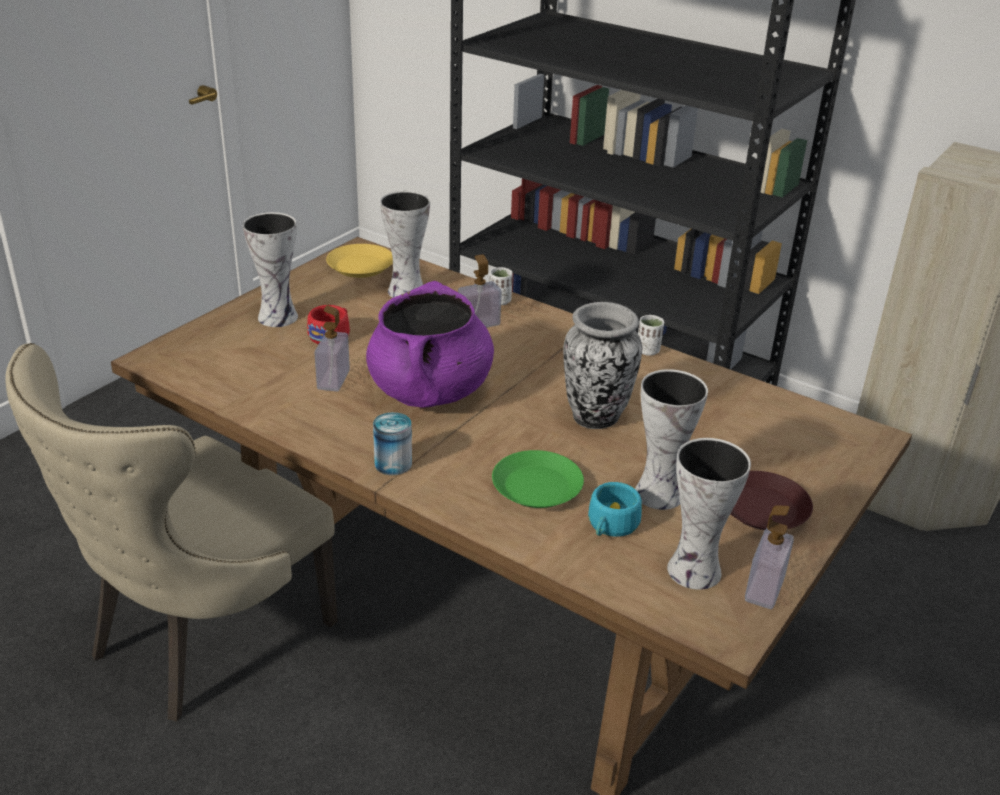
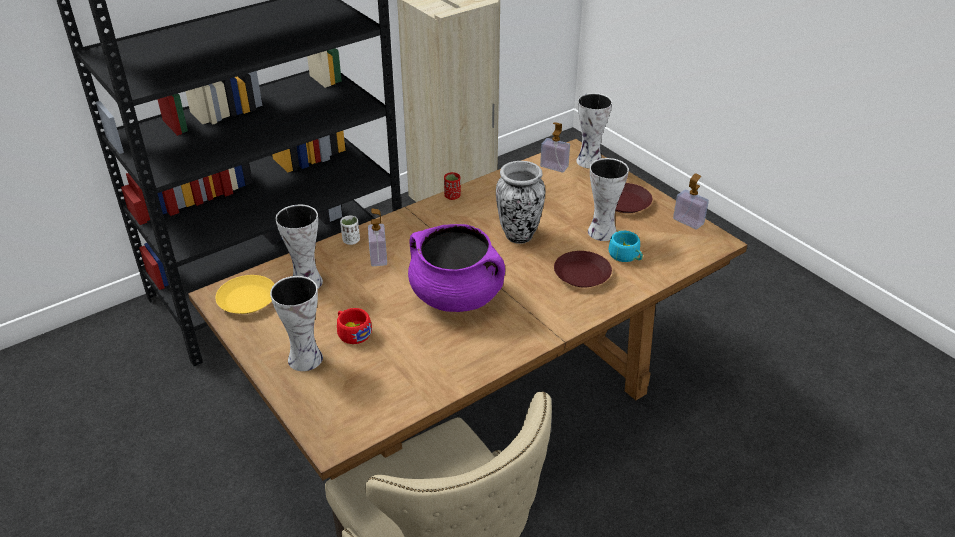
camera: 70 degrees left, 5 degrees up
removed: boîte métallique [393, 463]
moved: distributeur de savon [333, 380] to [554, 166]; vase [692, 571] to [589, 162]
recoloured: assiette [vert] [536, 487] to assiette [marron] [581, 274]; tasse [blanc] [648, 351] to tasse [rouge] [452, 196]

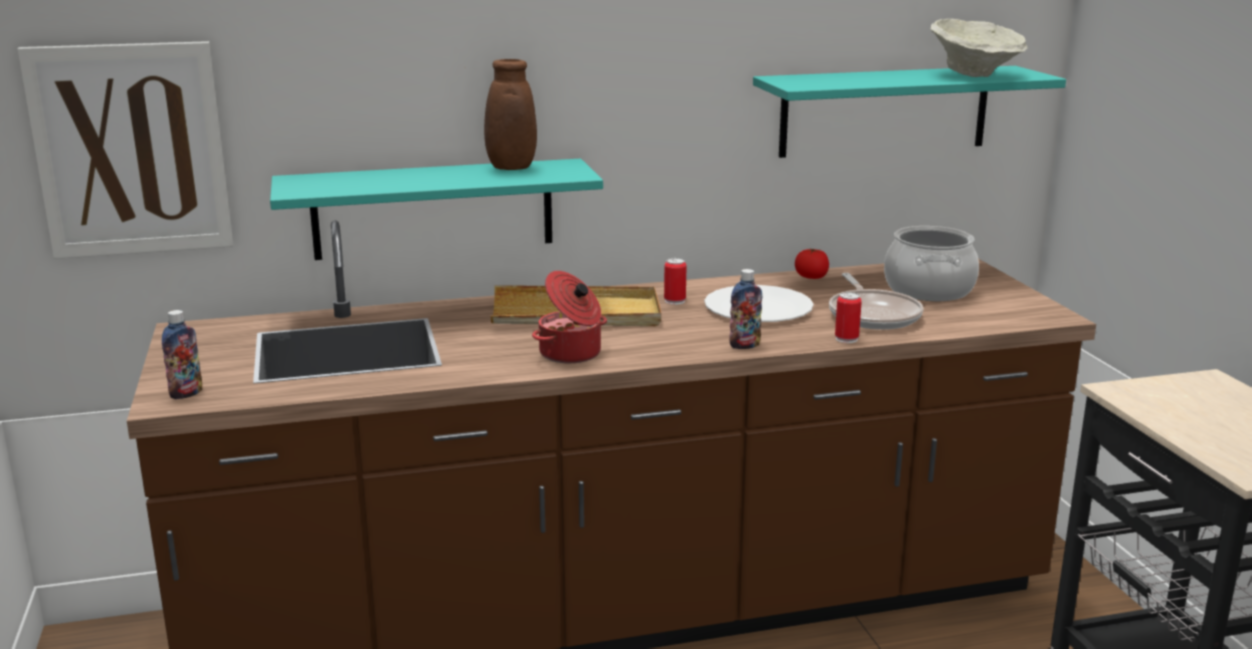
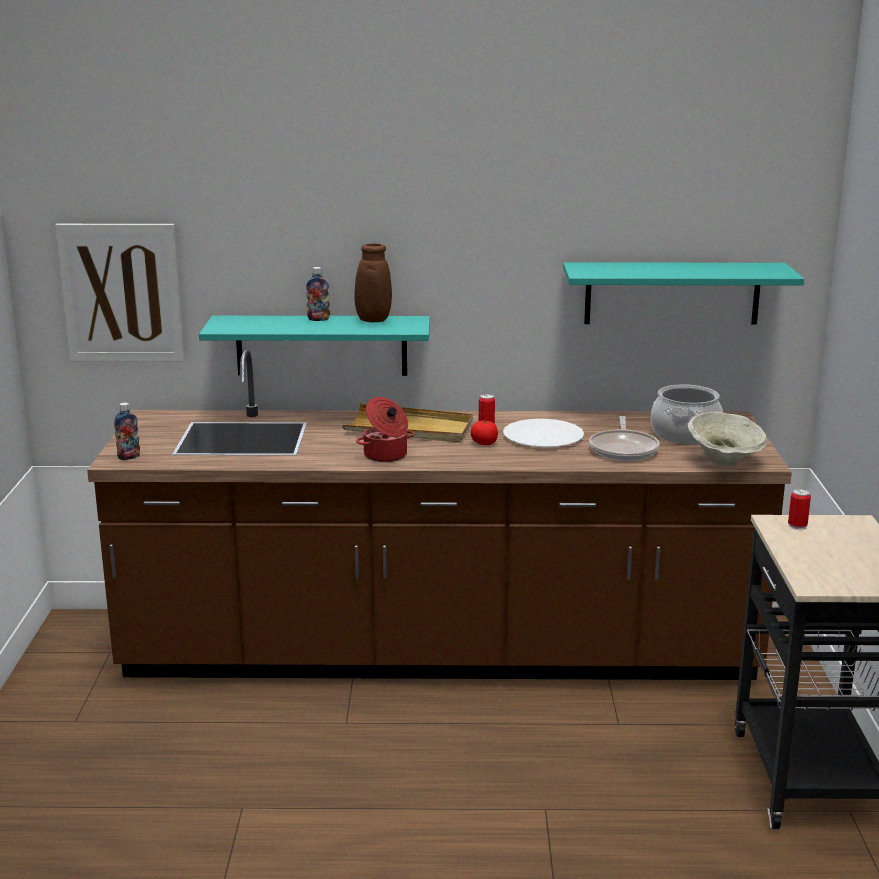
camera: 15 degrees right, 0 degrees up
moved: bouteille [744, 345] to [318, 319]; tomate [811, 277] to [484, 443]; boîte métallique [846, 339] to [797, 526]; bol [beige] [974, 75] to [724, 462]

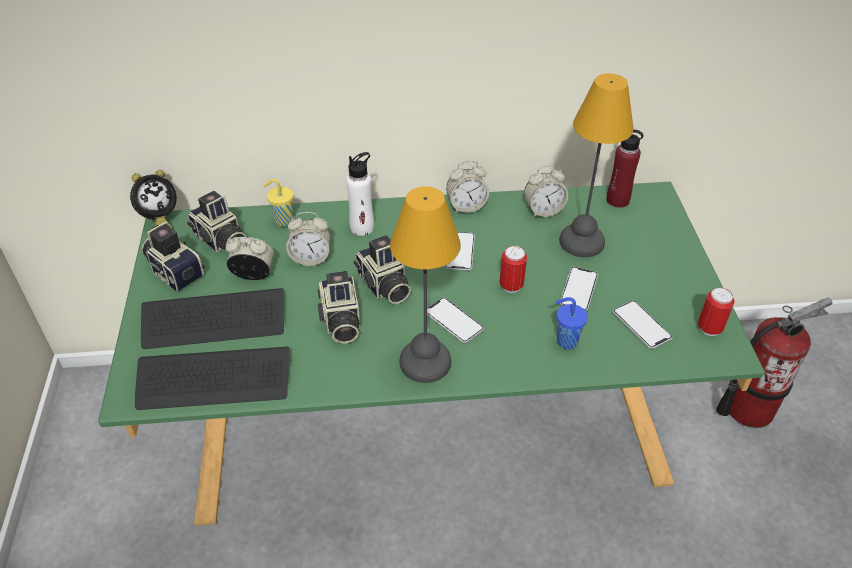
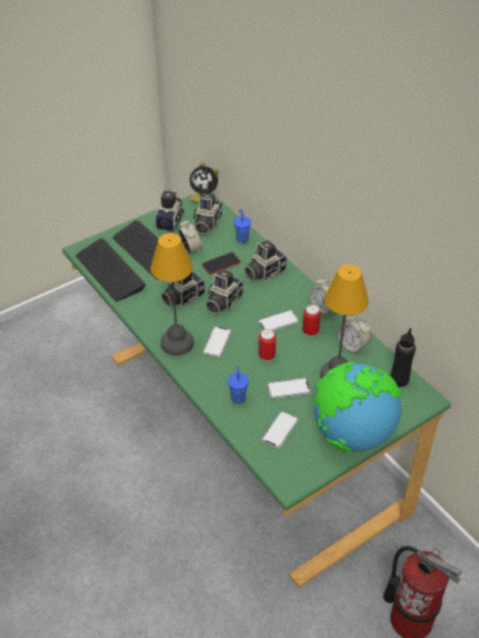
camera: 60 degrees right, 0 degrees up
added: globe [351, 434]
moved: boîte métallique [709, 328] to [310, 331]
replaced: réveil [311, 258] to téléphone [221, 264]; bouteille [blanc] [362, 227] to appareil photo [264, 272]
recoloured: tasse [jaune] [283, 221] to tasse [bleu] [242, 239]; bouteille [rouge] [617, 200] to bouteille [noir] [399, 380]

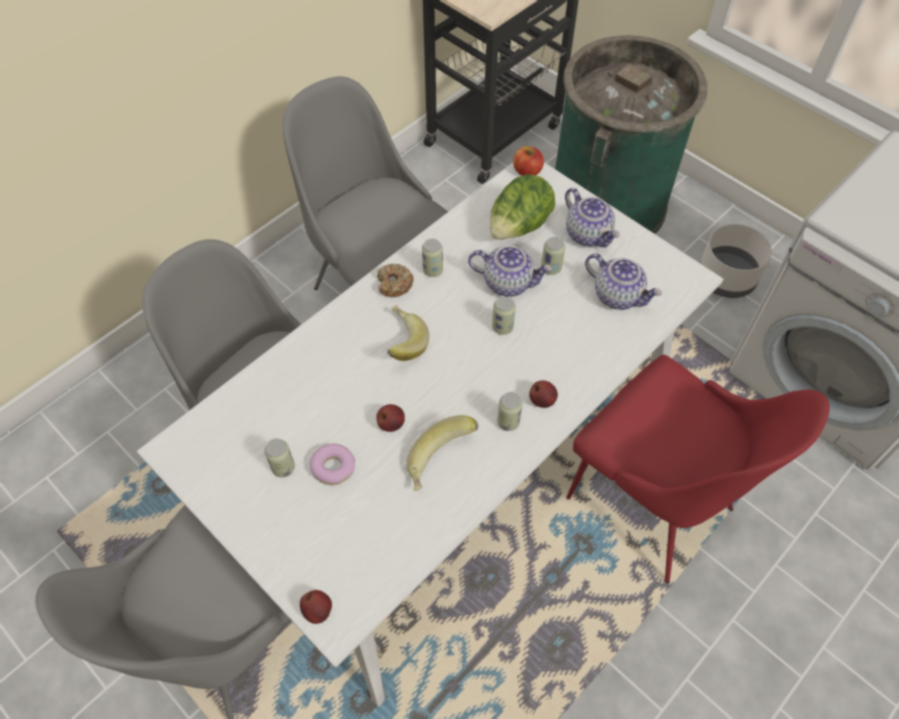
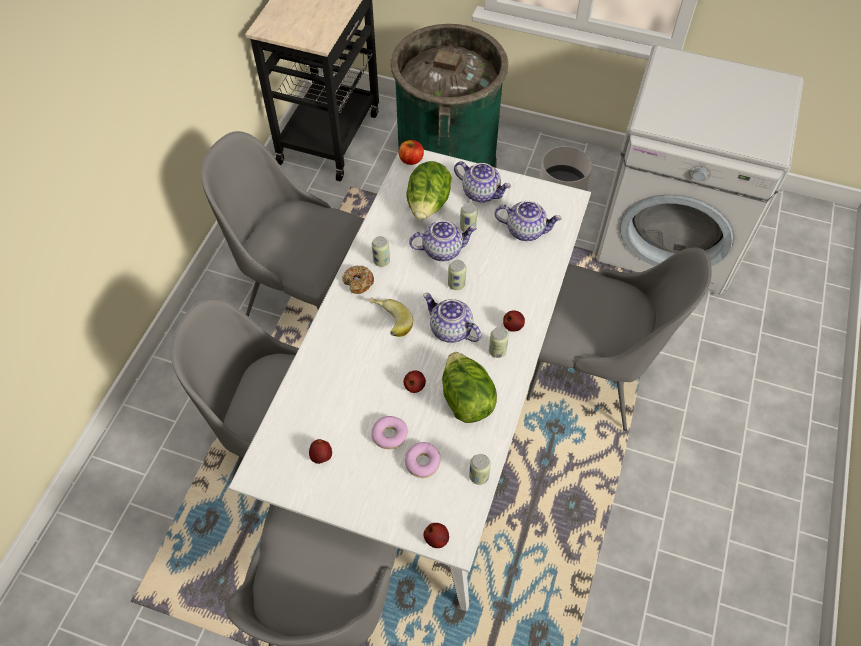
camera: 25 degrees left, 0 degrees up
added: pomme [321, 456]; beignet [422, 462]; théière [450, 329]
moved: boîte métallique [283, 467] to [478, 476]
replaced: banane [441, 463] to laitue [466, 399]
recoloured: chaise [rouge] [651, 503] to chaise [gris] [588, 378]

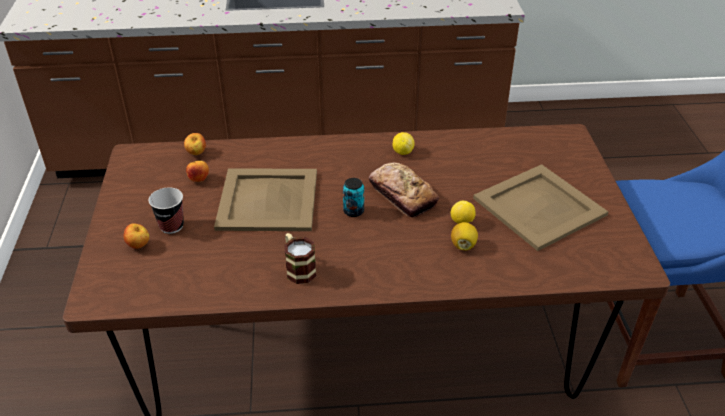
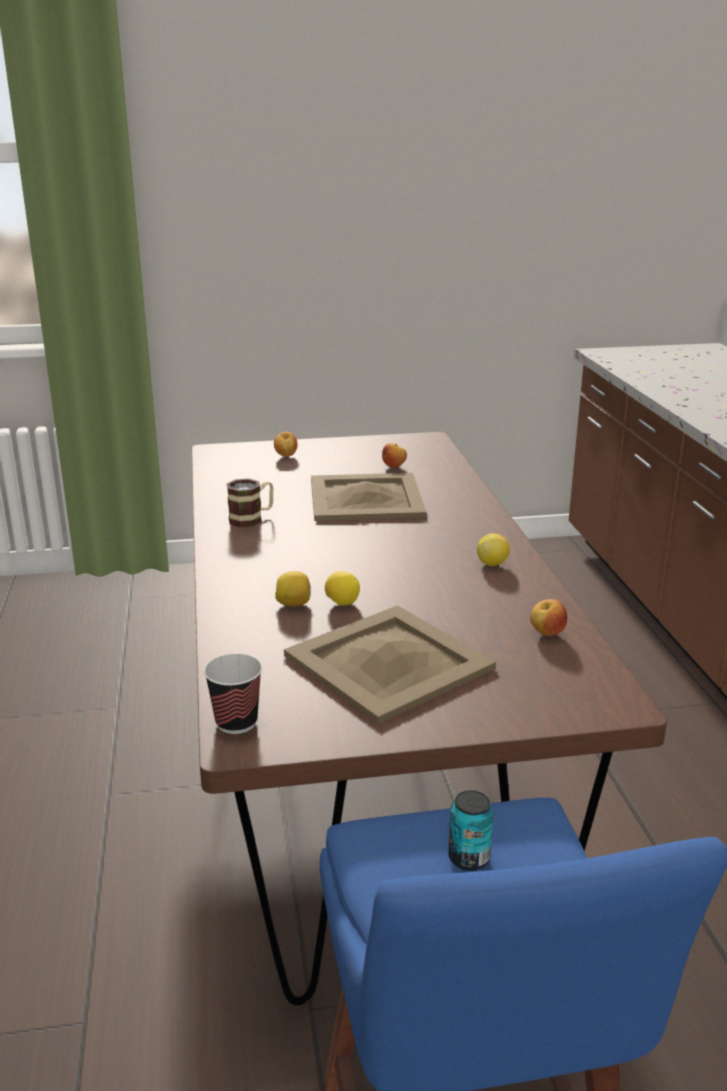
camera: 85 degrees right, 15 degrees down
removed: pain [402, 195]
moved: tasse [171, 226] to [236, 722]; pomme [196, 153] to [546, 633]; boîte métallique [353, 211] to [469, 858]

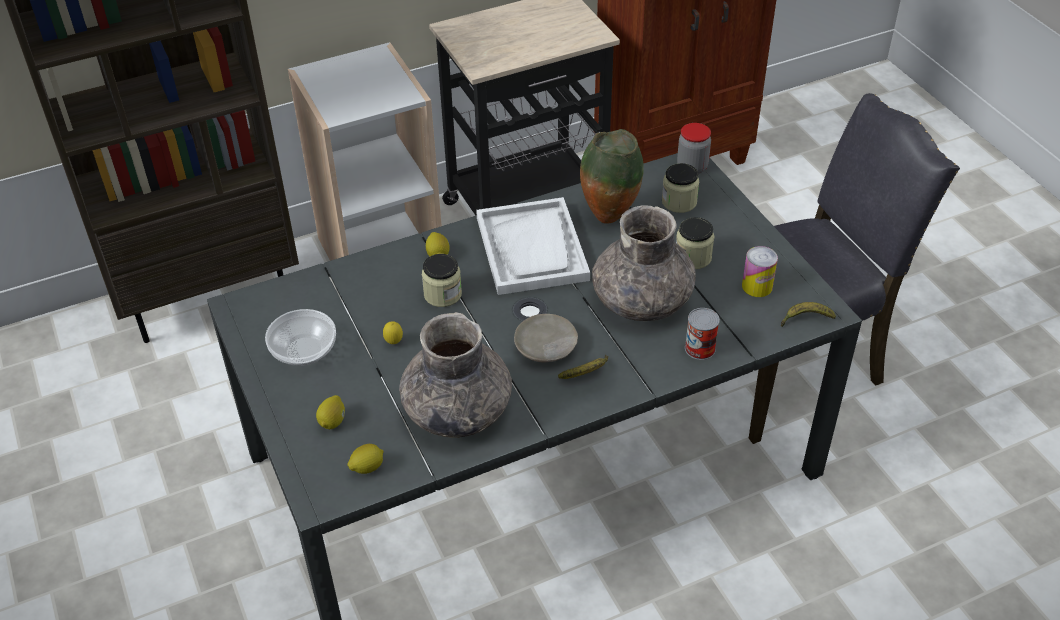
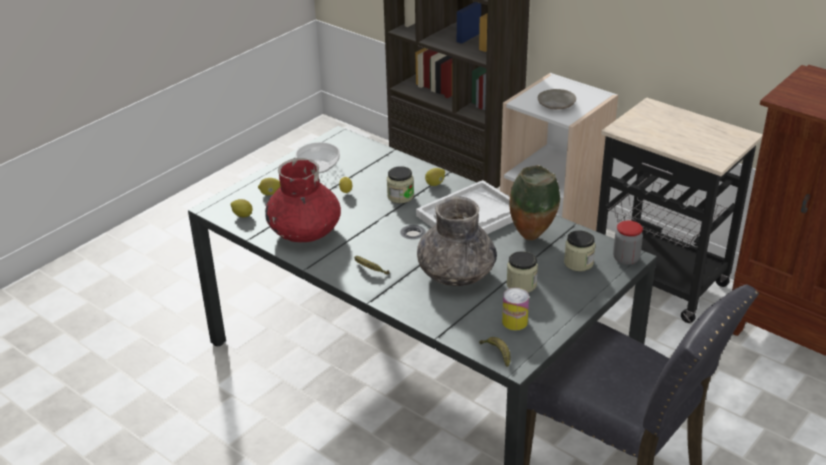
camera: 65 degrees right, 10 degrees down
removed: boîte métallique [700, 348]
moved: assiette [beige] [545, 346] to [556, 105]
recoloured: vase [gris] [457, 410] to vase [rouge] [305, 231]

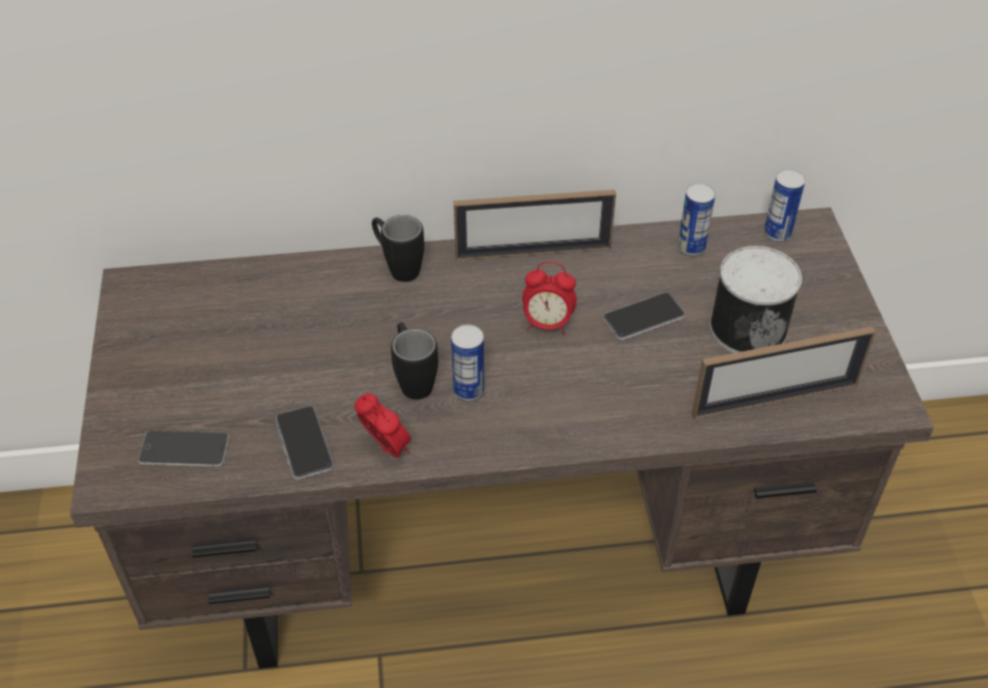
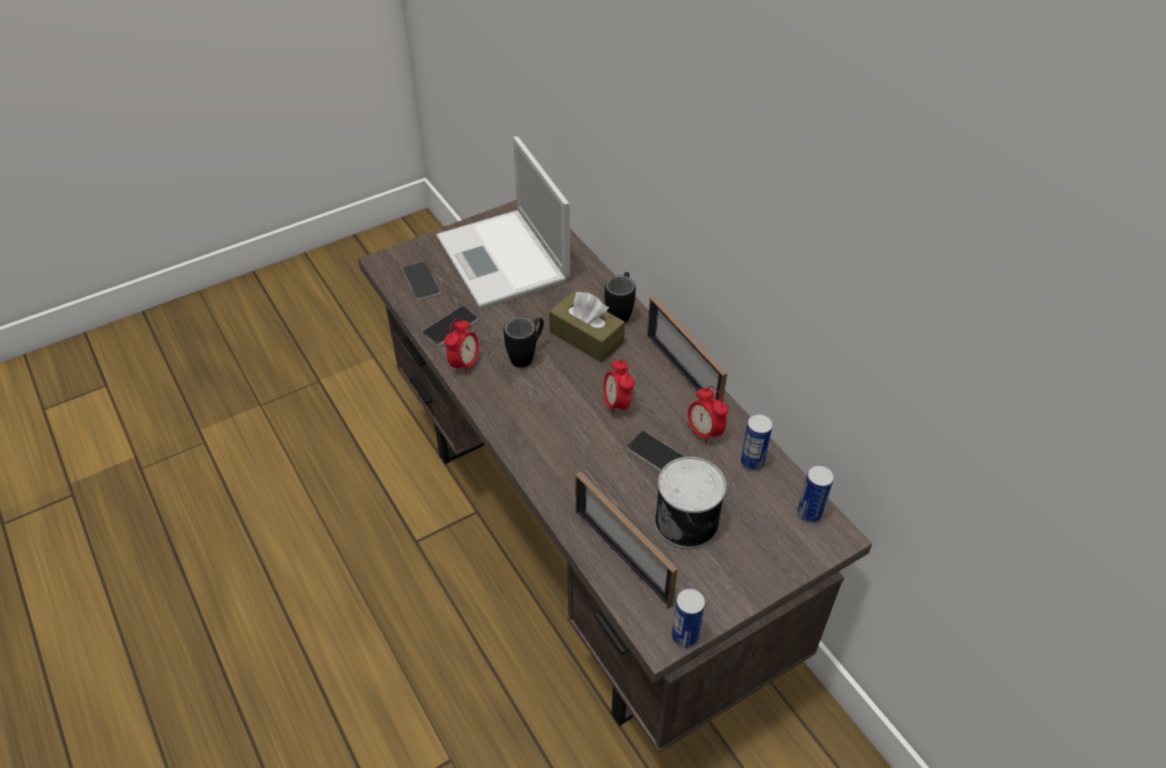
camera: 65 degrees right, 0 degrees up
added: ordinateur portable [504, 260]; boîte à mouchoirs [marron] [586, 337]; réveil [704, 432]
moved: boîte métallique [468, 391] to [684, 636]

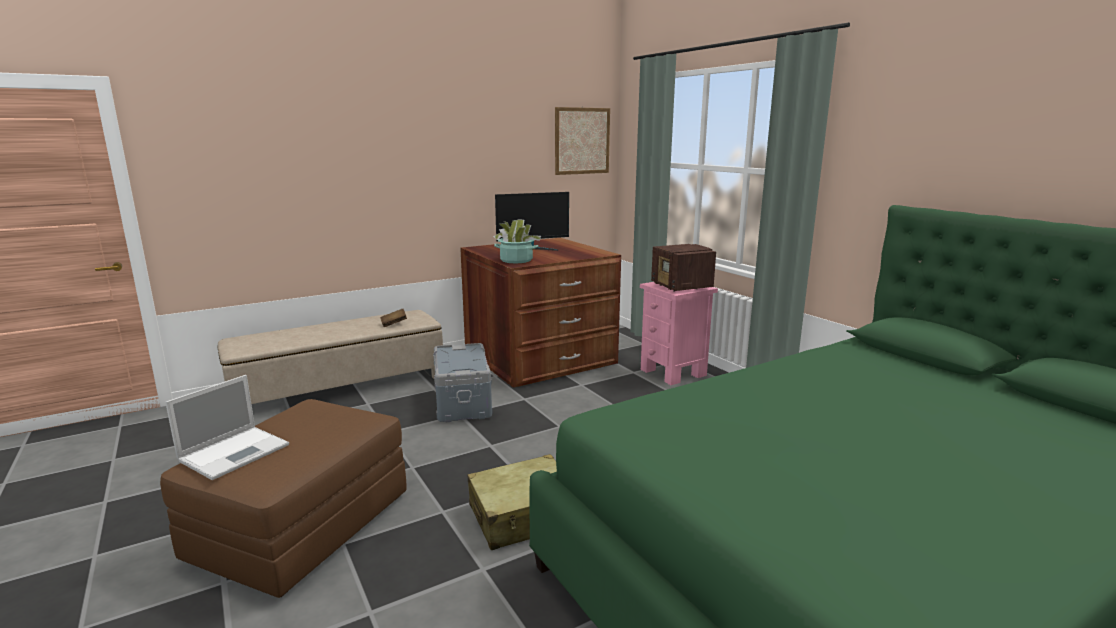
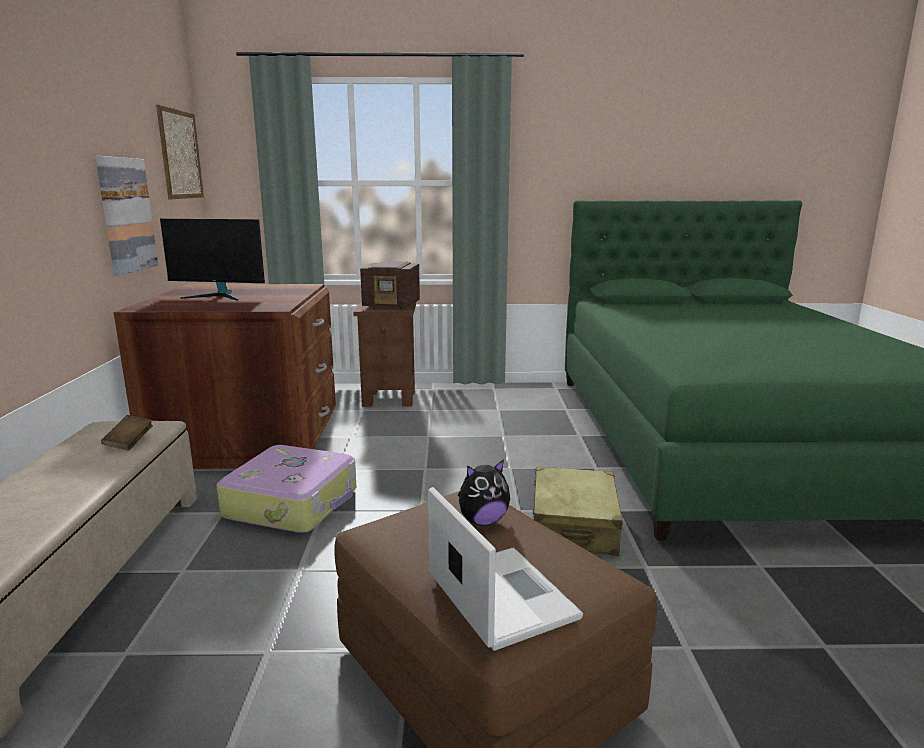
camera: 60 degrees left, 0 degrees up
removed: plante en pot [516, 260]
added: tableau [126, 215]; peluche [482, 521]
replaced: boîte de rangement [gris] [463, 402] to valise [293, 503]
recoloured: table de chevet [rose] [672, 373] to table de chevet [marron] [389, 398]
turned: écran d'ordinateur [533, 249] = [219, 296] 90 degrees clockwise

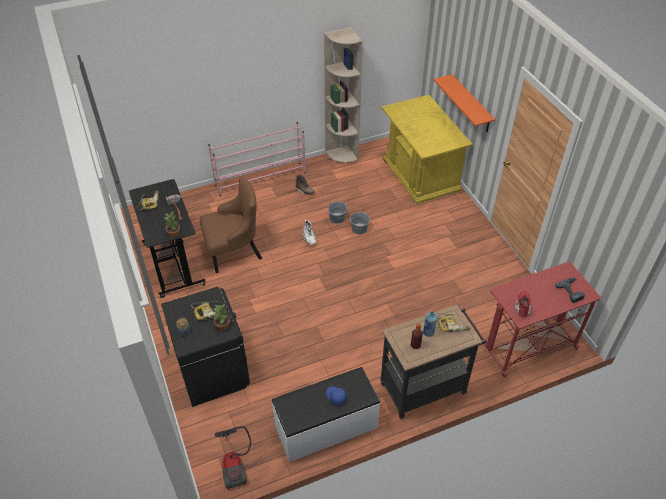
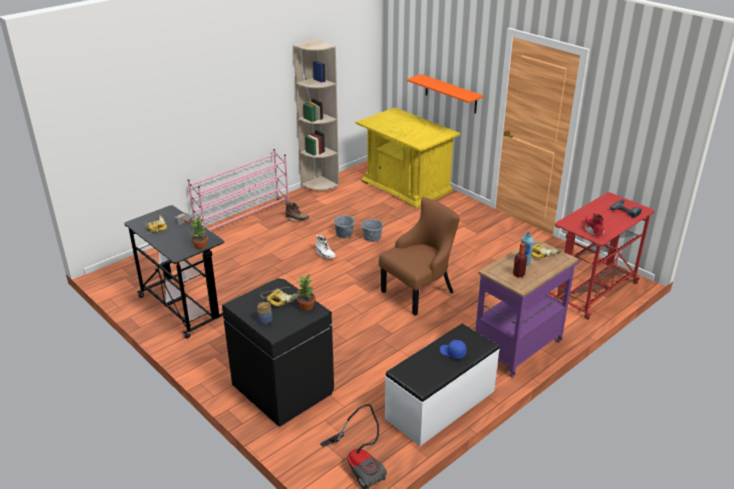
camera: 20 degrees left, 15 degrees down
moved: chaise [marron] [233, 252] to [418, 294]
recoloured: chariot [noir] [425, 388] to chariot [violet] [520, 346]

